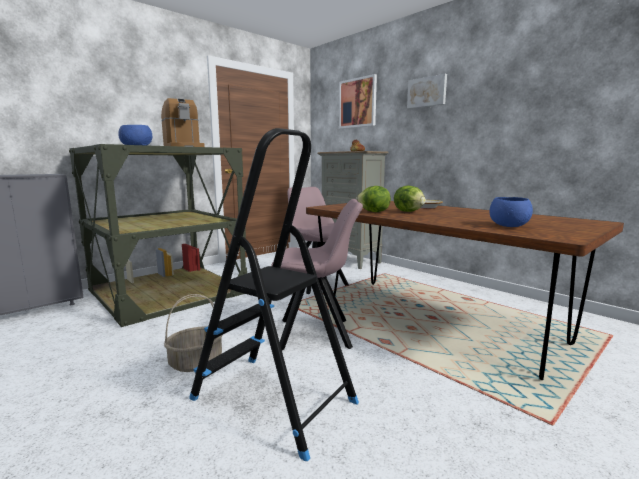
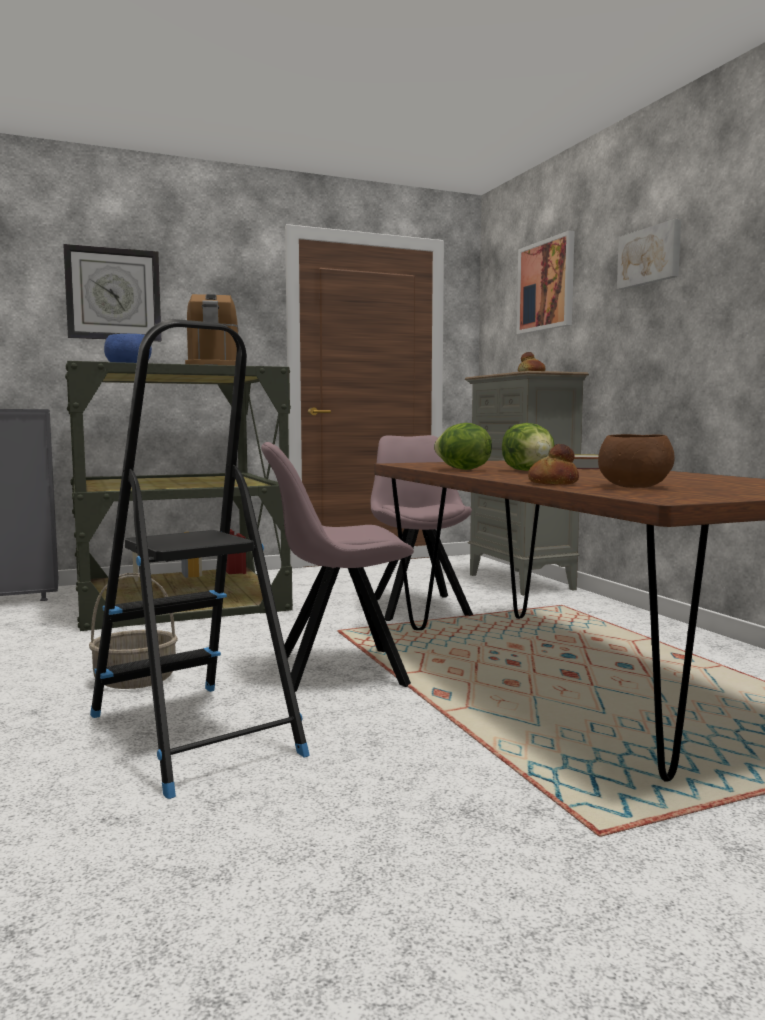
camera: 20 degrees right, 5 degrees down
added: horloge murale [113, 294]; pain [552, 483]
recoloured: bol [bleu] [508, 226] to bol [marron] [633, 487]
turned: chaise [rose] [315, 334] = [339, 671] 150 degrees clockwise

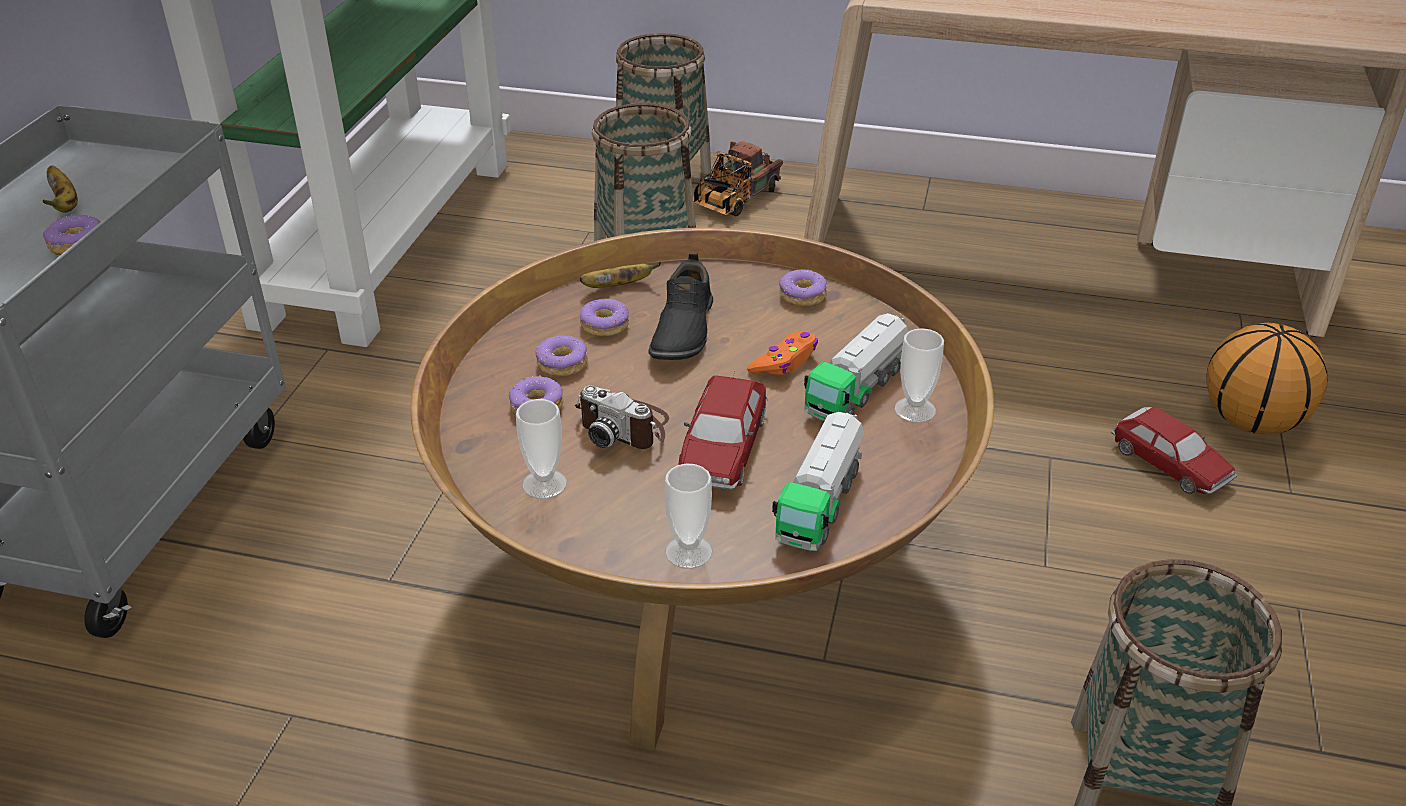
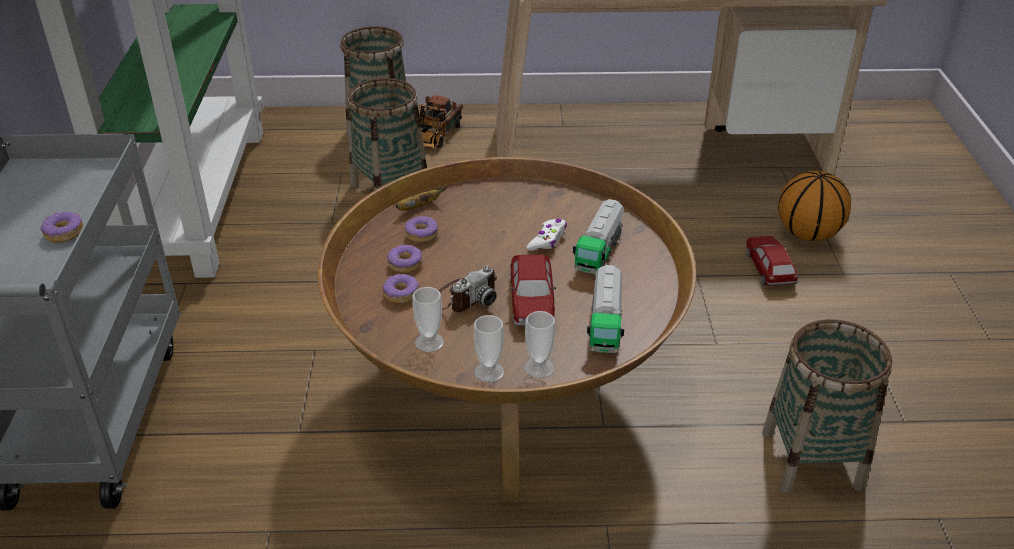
camera: 15 degrees left, 0 degrees up
removed: banane [65, 204]; chaussure [noir] [681, 330]; beignet [803, 296]
moved: tasse [915, 410] to [489, 372]
recoloured: manette [orange] [784, 362] to manette [blanc] [547, 240]
turned: appareil photo [624, 426] = [464, 297] 60 degrees counterclockwise; petite voiture [1170, 464] = [769, 268] 135 degrees counterclockwise

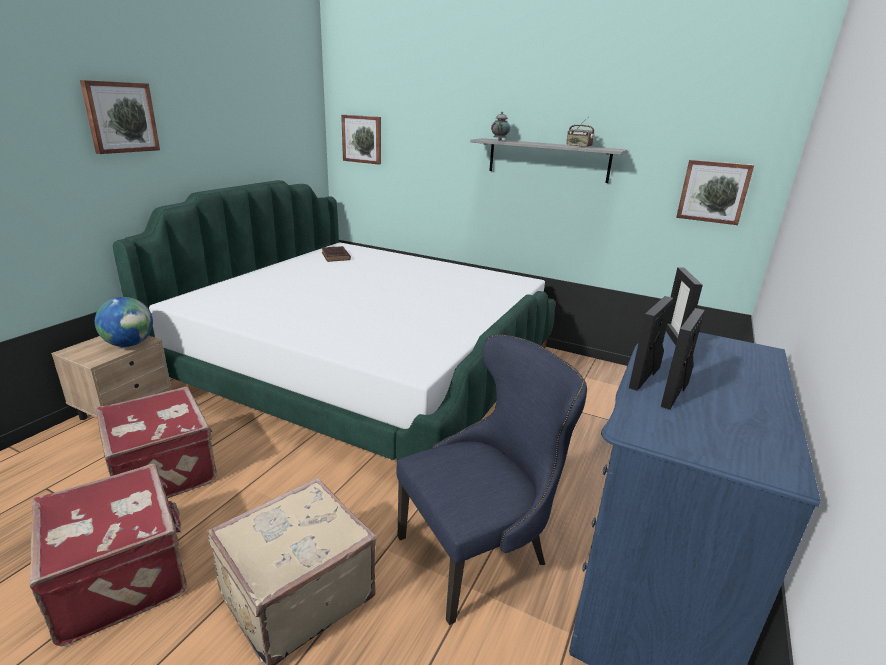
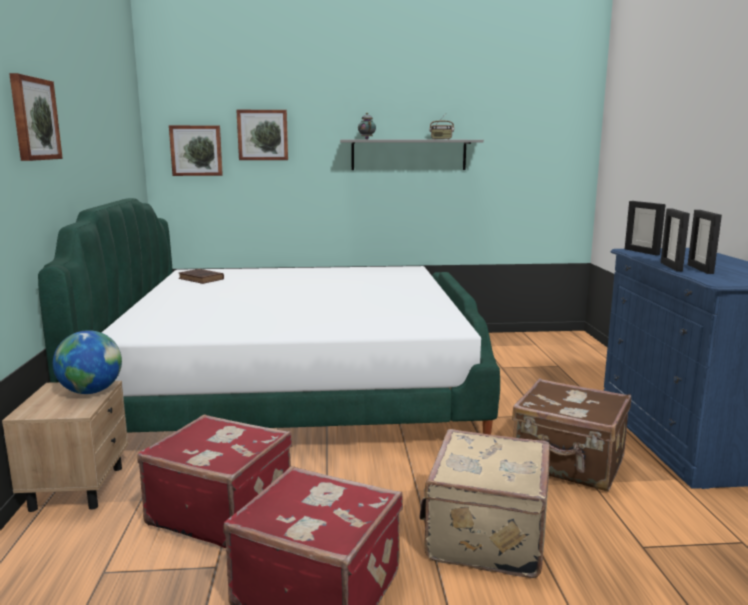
camera: 30 degrees left, 10 degrees down
moved: tableau [713, 192] to [263, 135]
replaced: chaise [bleu] [478, 553] to valise [marron] [568, 464]

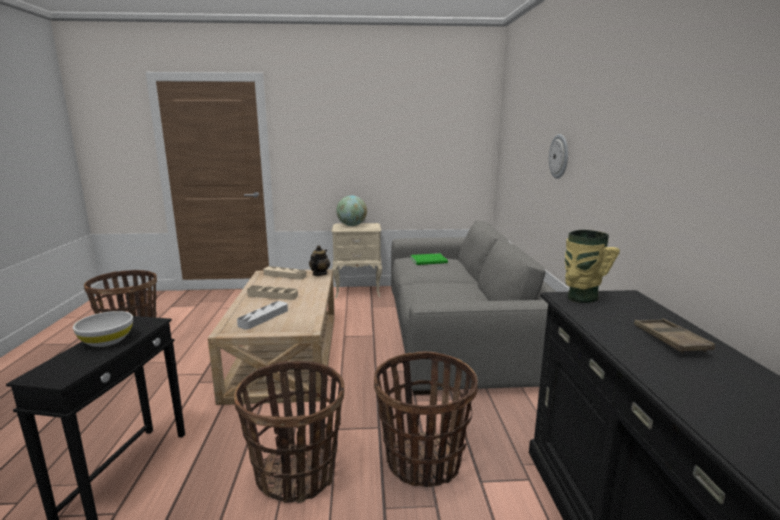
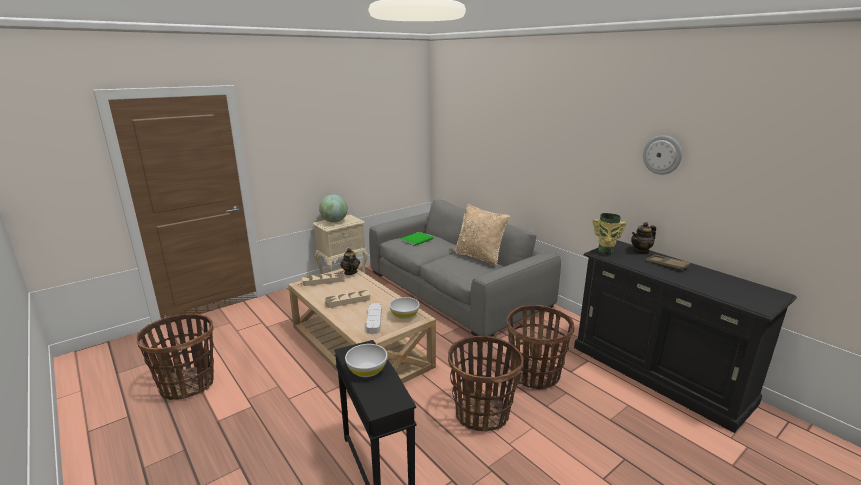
camera: 35 degrees left, 5 degrees up
added: bol [blanc] [404, 315]; coussin [beige] [479, 258]; théière [641, 251]
moved: horloge murale [559, 156] to [662, 155]

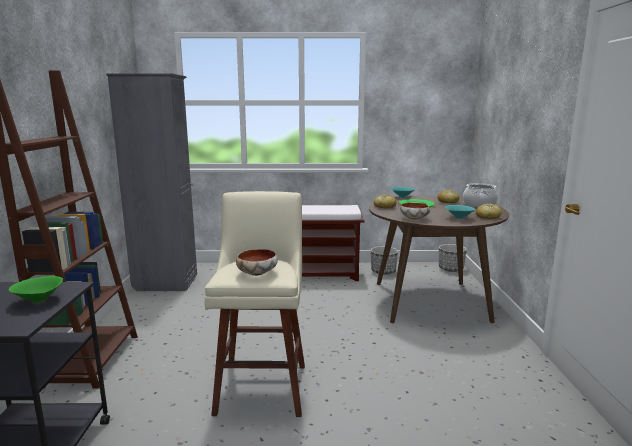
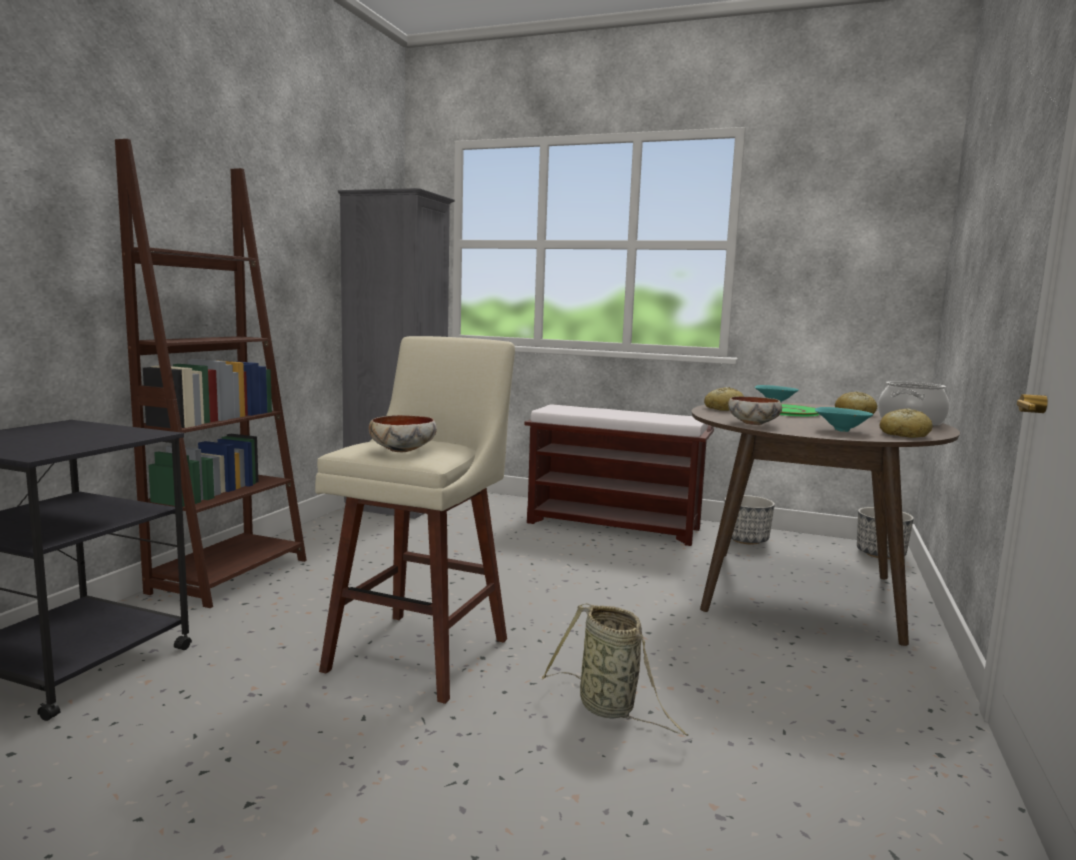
camera: 20 degrees right, 5 degrees down
removed: bol [vert] [39, 301]
added: panier [610, 709]

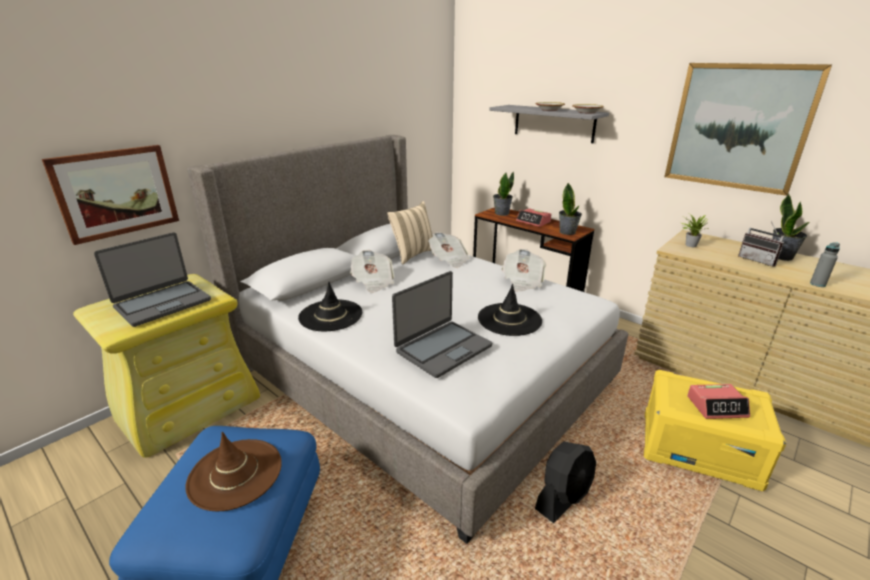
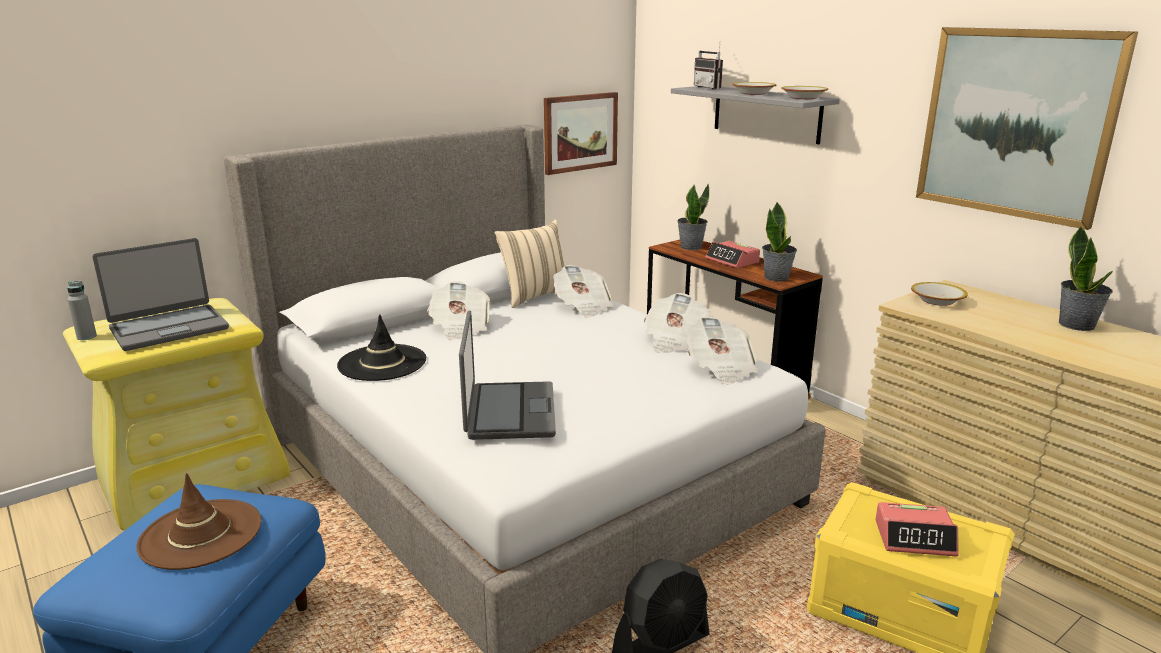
camera: 10 degrees right, 5 degrees down
removed: chapeau [noir] [509, 319]
added: journal [720, 368]
moved: tableau [116, 192] to [580, 132]; radio [758, 260] to [711, 88]; bouteille [gris] [817, 284] to [87, 337]
replaced: plante en pot [689, 245] to bol [937, 301]
turned: ordinateur portable [443, 348] = [509, 412] 60 degrees counterclockwise

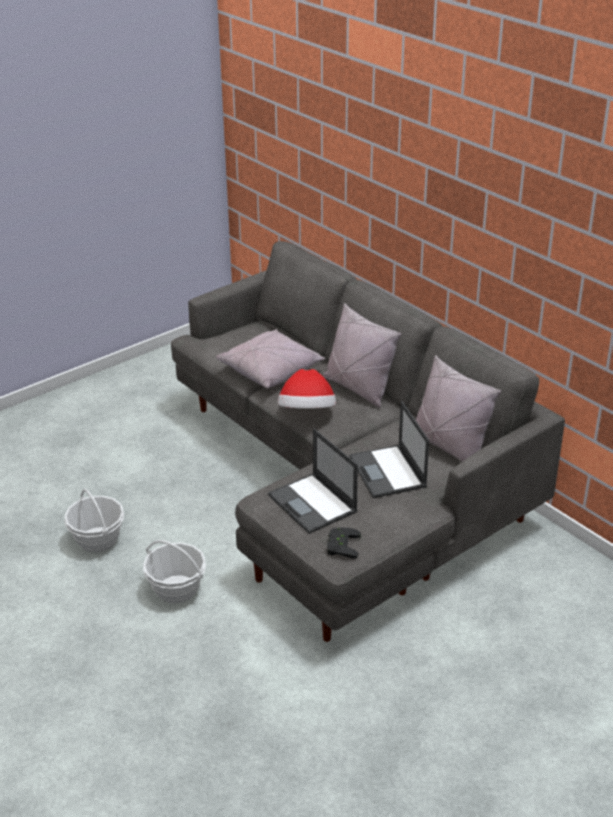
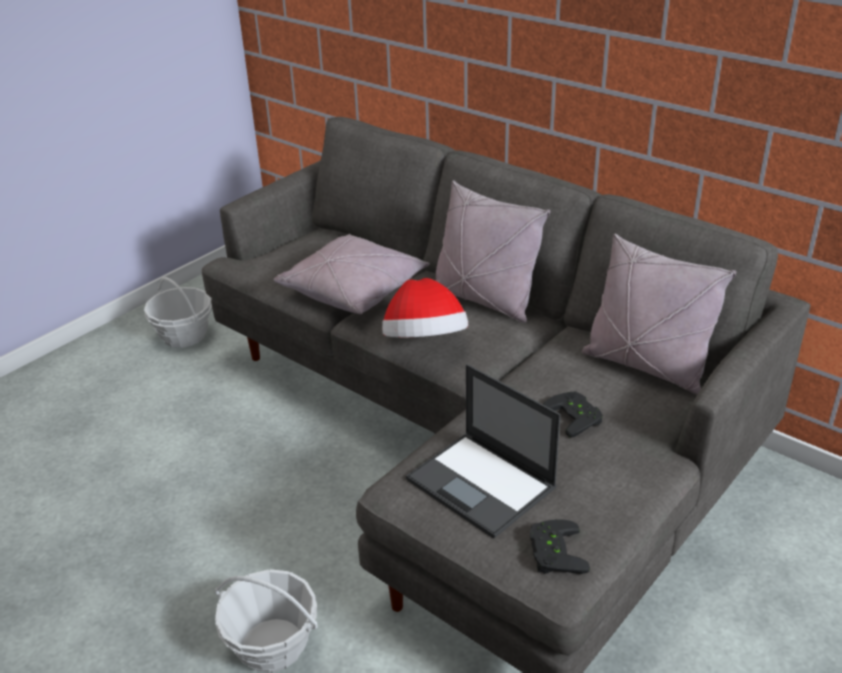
camera: 10 degrees left, 0 degrees up
moved: panier [98, 540] to [184, 335]
replaced: ordinateur portable [388, 472] to manette [noir] [576, 416]

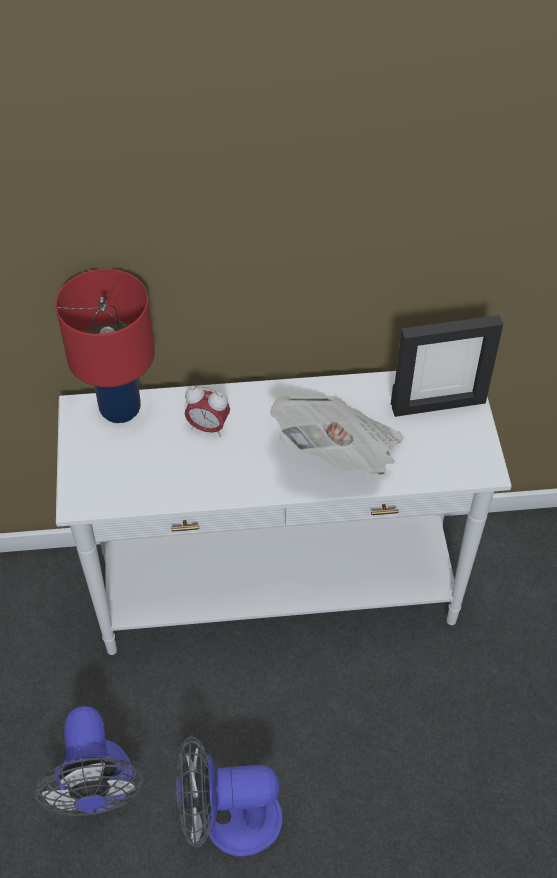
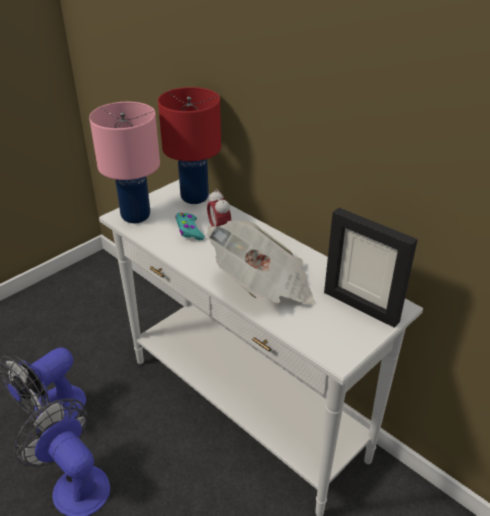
camera: 50 degrees right, 15 degrees down
added: lampe de table [rose] [134, 217]; manette [turquoise] [189, 230]

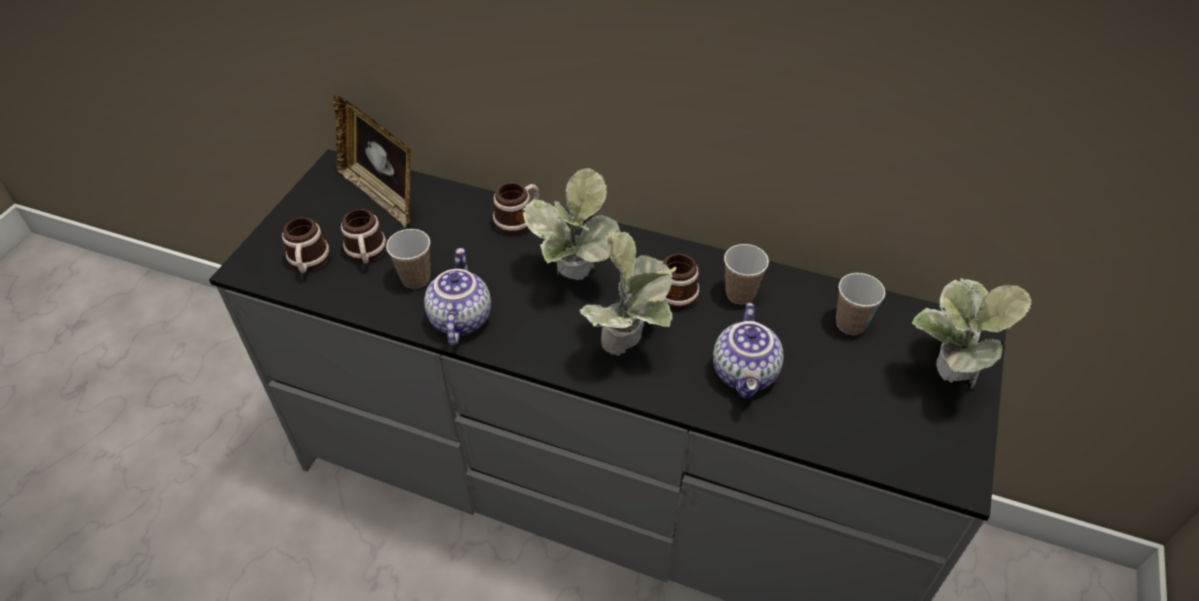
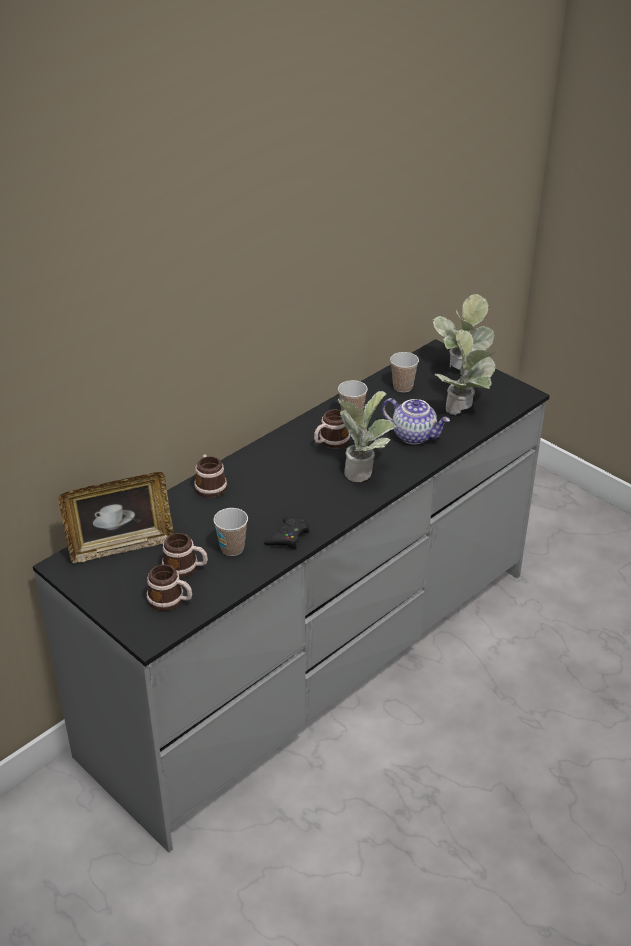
camera: 65 degrees left, 10 degrees down
moved: plante en pot [573, 281] to [464, 412]
replaced: théière [459, 318] to manette [noir] [288, 537]

